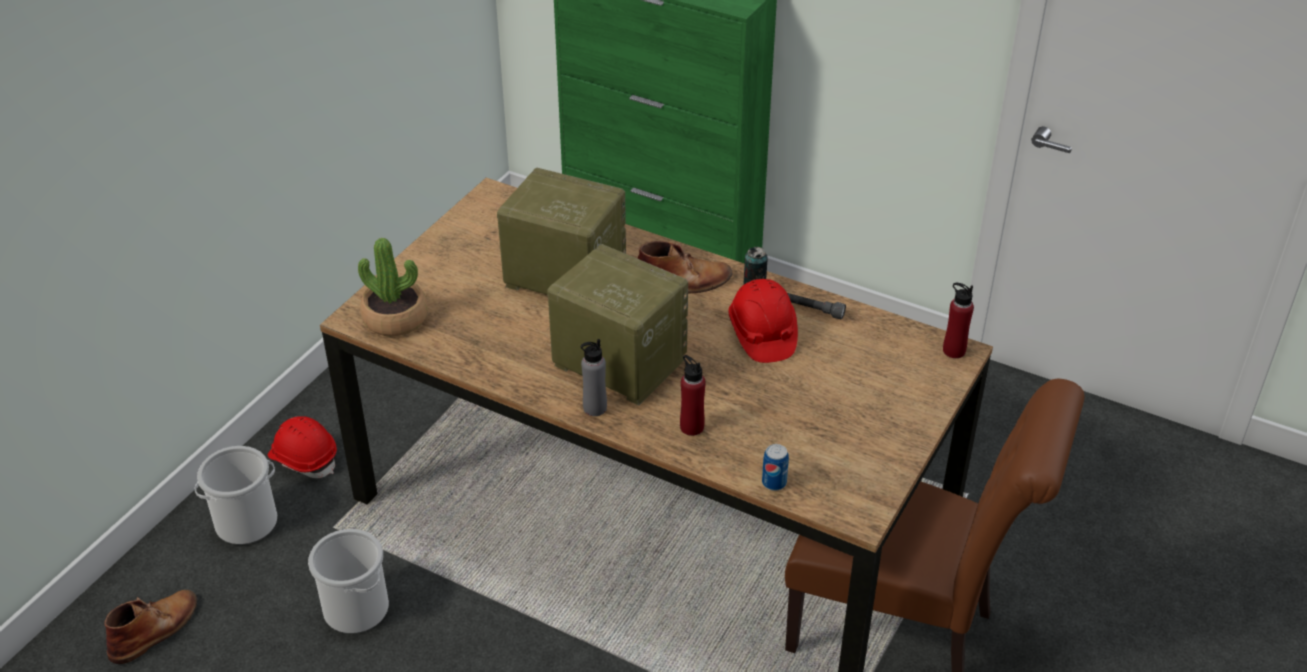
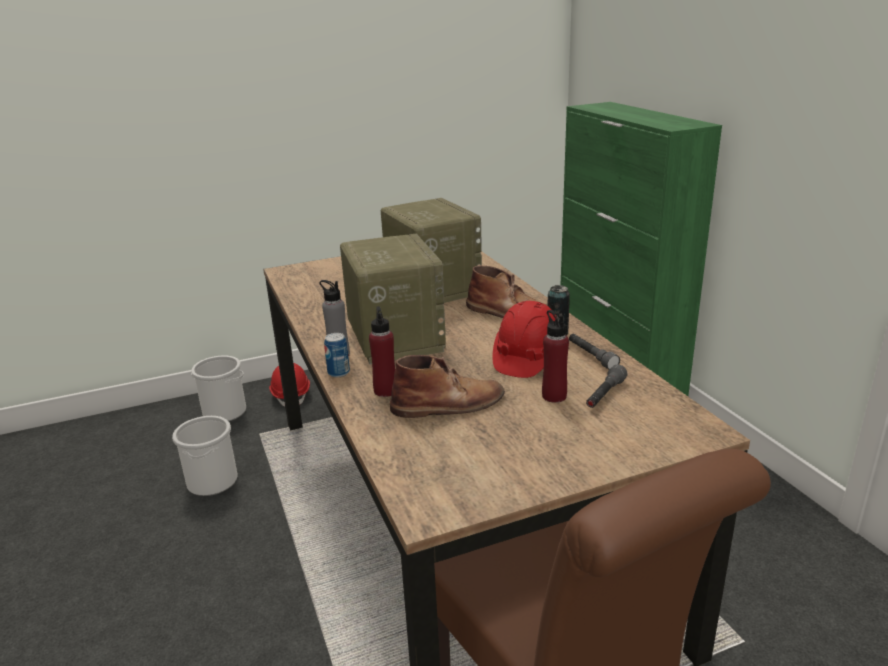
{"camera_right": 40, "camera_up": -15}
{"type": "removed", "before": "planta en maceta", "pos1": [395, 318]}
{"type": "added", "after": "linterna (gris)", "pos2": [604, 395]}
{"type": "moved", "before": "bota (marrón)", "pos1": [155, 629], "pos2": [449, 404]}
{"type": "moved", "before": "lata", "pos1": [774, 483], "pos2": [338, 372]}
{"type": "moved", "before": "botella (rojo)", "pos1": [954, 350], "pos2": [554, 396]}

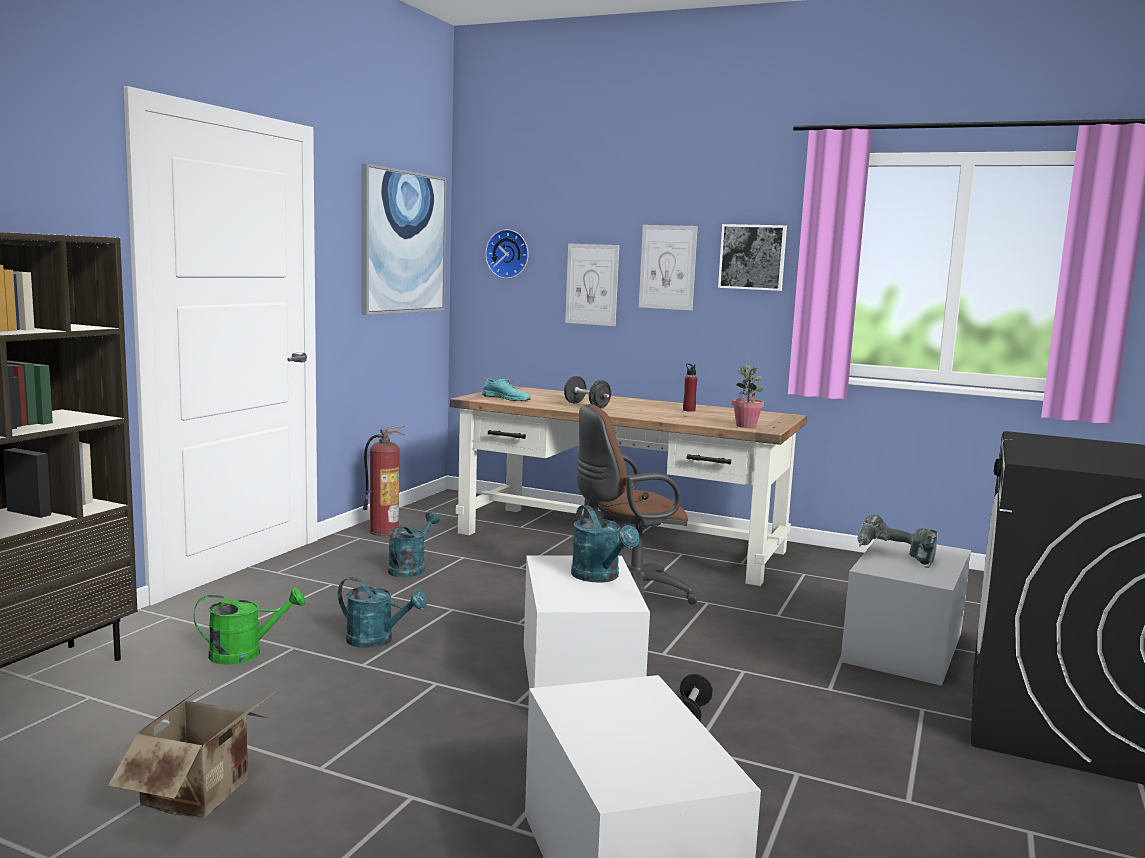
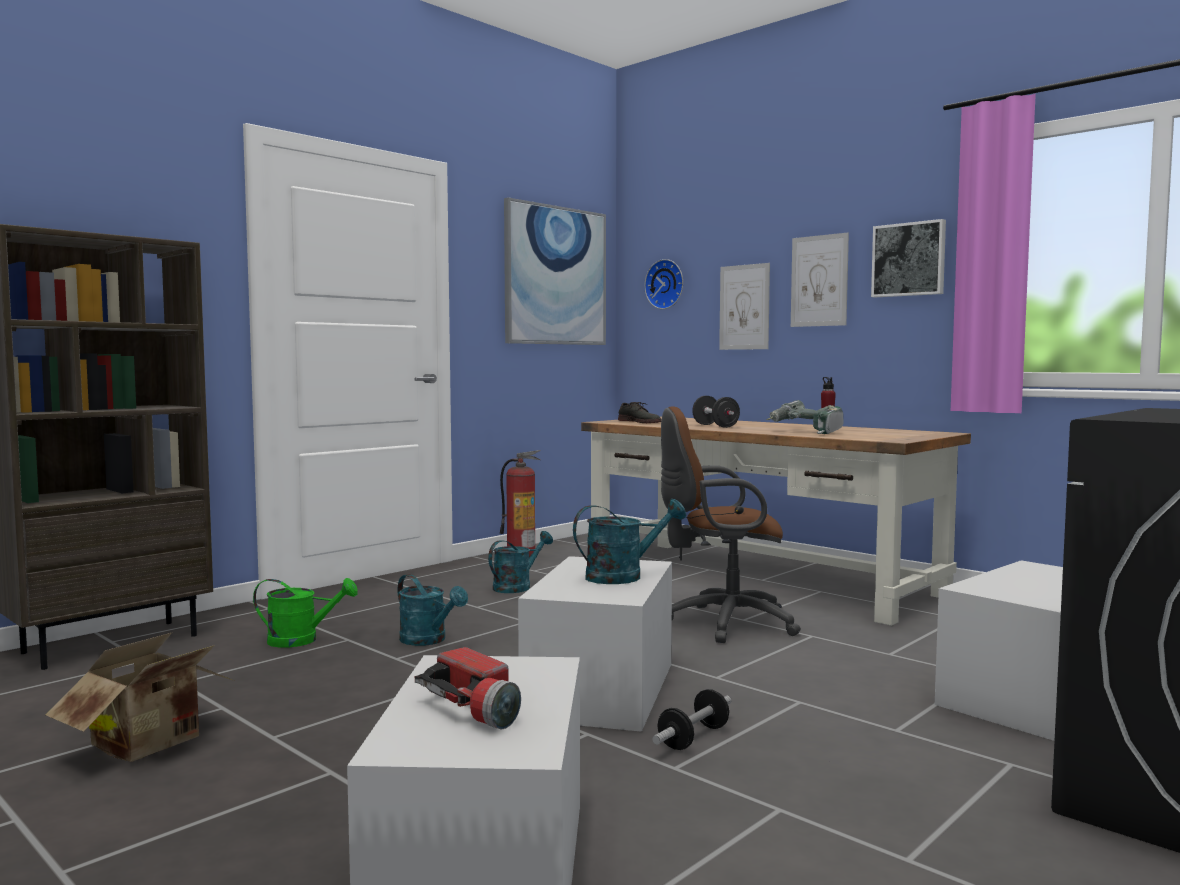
{"camera_right": 20, "camera_up": -5}
{"type": "removed", "before": "planta en maceta", "pos1": [746, 426]}
{"type": "added", "after": "linterna", "pos2": [475, 708]}
{"type": "moved", "before": "taladro", "pos1": [894, 557], "pos2": [804, 432]}
{"type": "recoloured", "before": "zapato (turquesa)", "after": "zapato (gris)", "pos1": [506, 398], "pos2": [640, 422]}
{"type": "turned", "before": "regadera (turquesa)", "pos1": [600, 577], "pos2": [623, 576], "turn": -105}

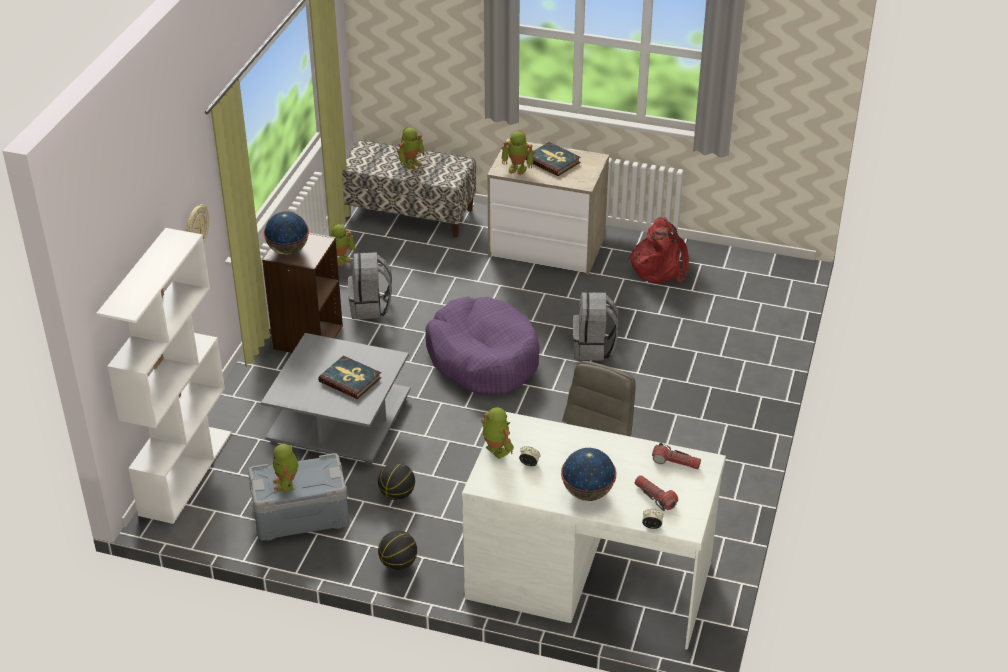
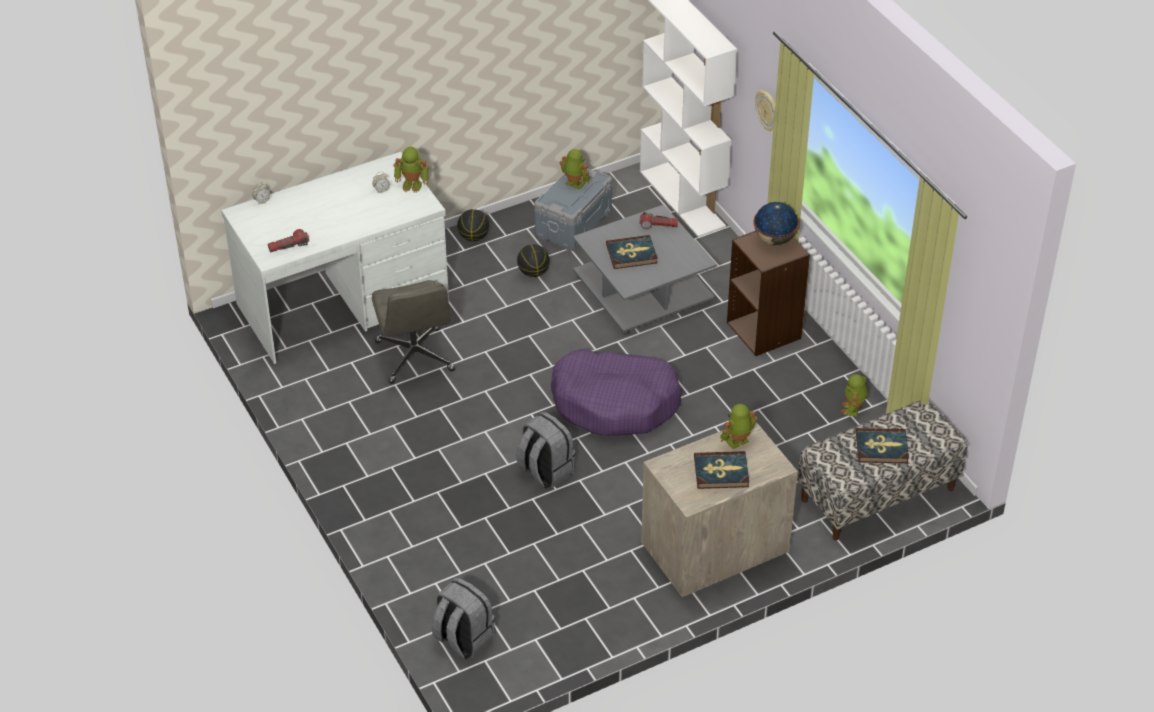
{"camera_right": 135, "camera_up": 5}
{"type": "removed", "before": "globo terráqueo", "pos1": [588, 493]}
{"type": "removed", "before": "mochila (rojo)", "pos1": [659, 267]}
{"type": "moved", "before": "mochila (gris)", "pos1": [370, 307], "pos2": [463, 639]}
{"type": "moved", "before": "linterna", "pos1": [655, 497], "pos2": [658, 225]}
{"type": "replaced", "before": "robot de juguete", "after": "libro", "pos1": [411, 163], "pos2": [881, 448]}

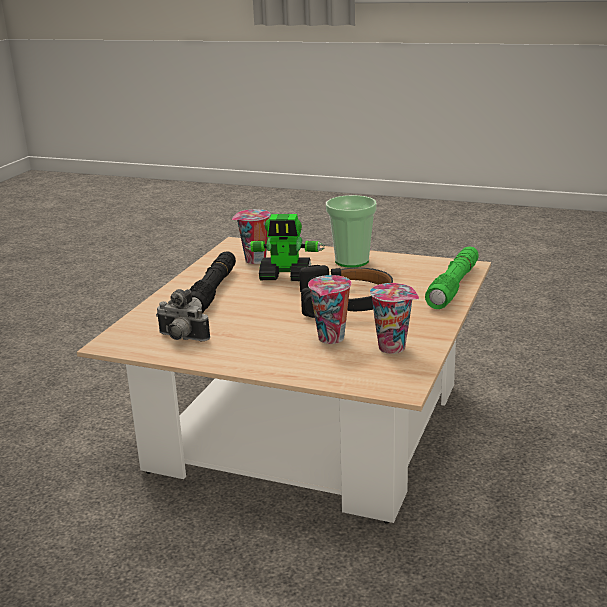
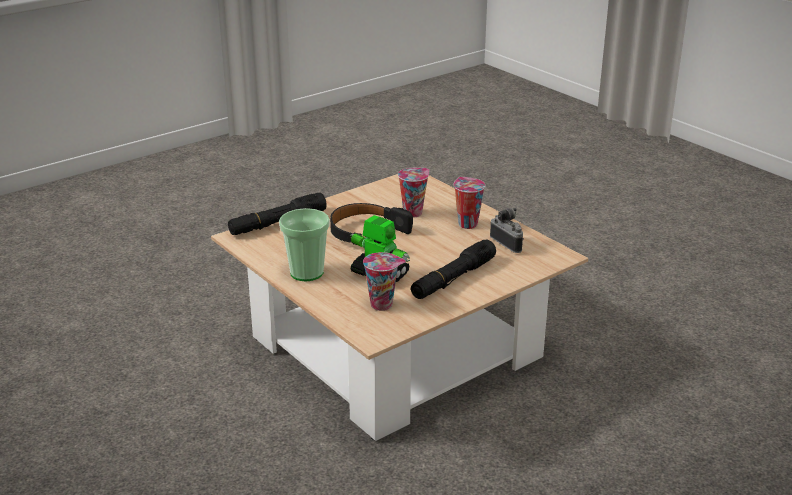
{"camera_right": -150, "camera_up": 5}
{"type": "moved", "before": "taza", "pos1": [394, 348], "pos2": [466, 224]}
{"type": "recoloured", "before": "linterna (verde)", "after": "linterna (negro)", "pos1": [454, 286], "pos2": [277, 223]}

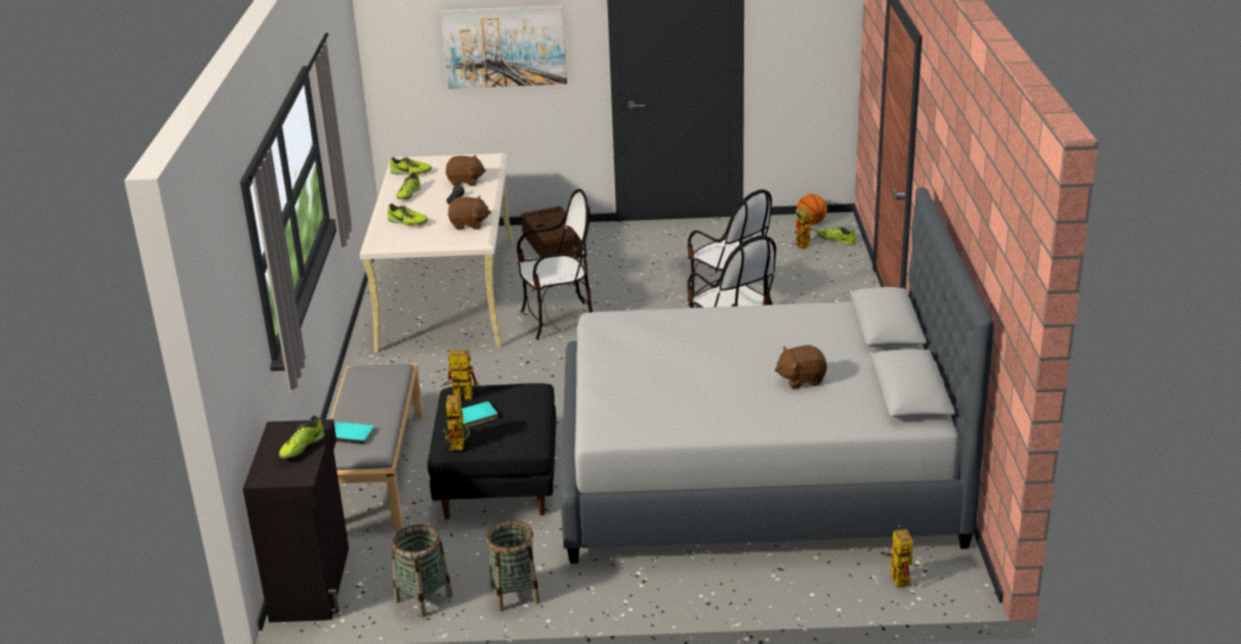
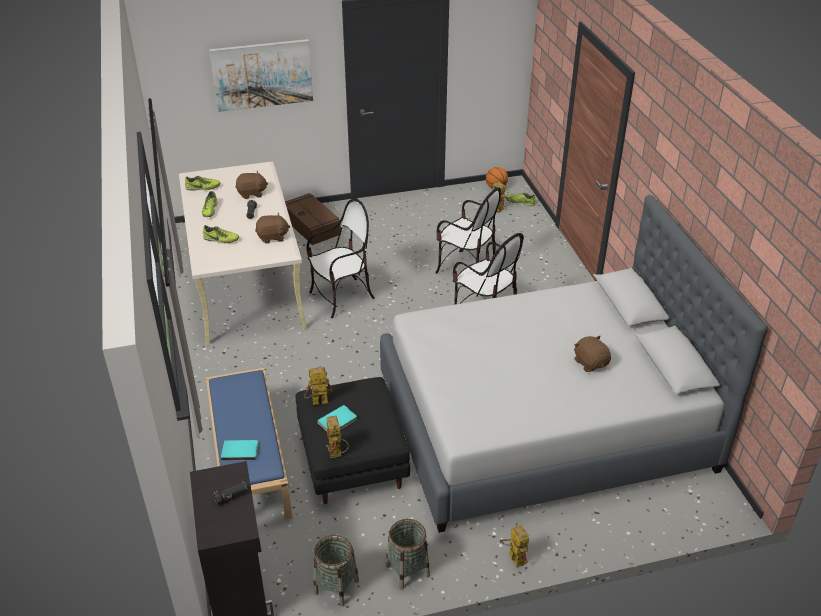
{"camera_right": -15, "camera_up": 10}
{"type": "moved", "before": "robot de juguete", "pos1": [896, 577], "pos2": [514, 557]}
{"type": "replaced", "before": "zapato", "after": "linterna (negro)", "pos1": [301, 447], "pos2": [232, 497]}
{"type": "recoloured", "before": "banco (gris)", "after": "banco (azul)", "pos1": [375, 468], "pos2": [249, 461]}
{"type": "turned", "before": "peluche (marrón)", "pos1": [801, 379], "pos2": [590, 363], "turn": 90}

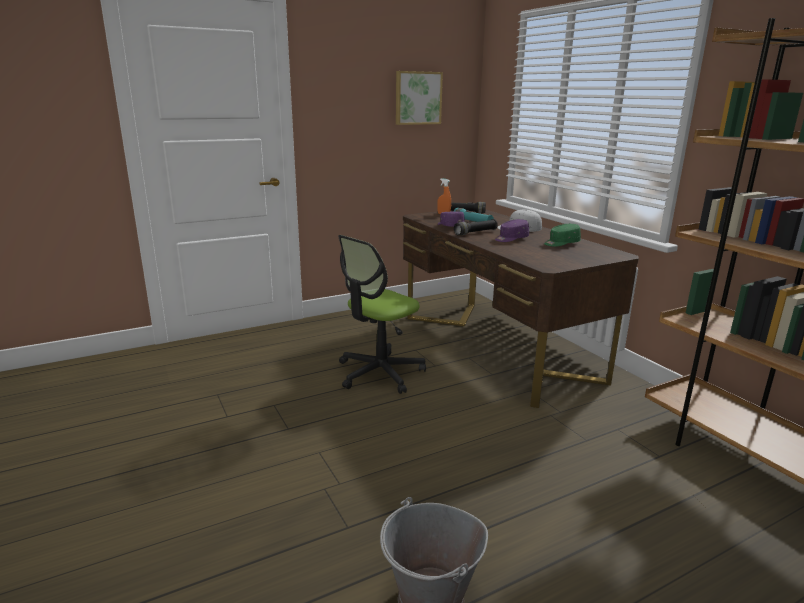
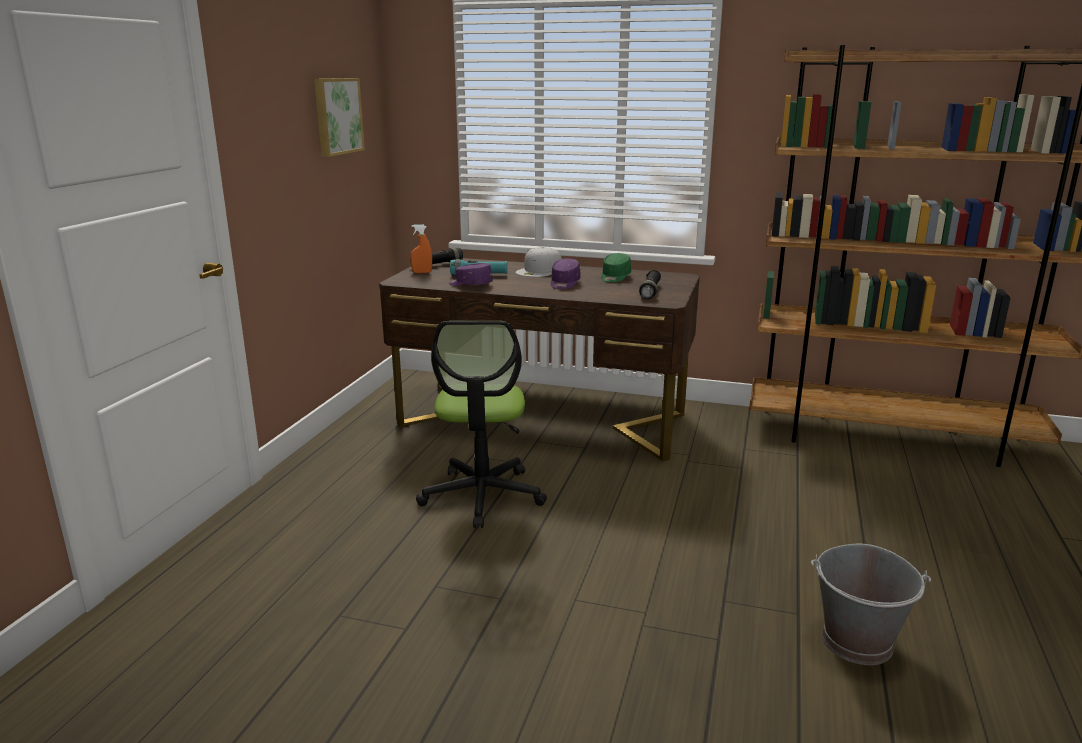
{"camera_right": -45, "camera_up": 0}
{"type": "moved", "before": "linterna (negro)", "pos1": [475, 233], "pos2": [650, 292]}

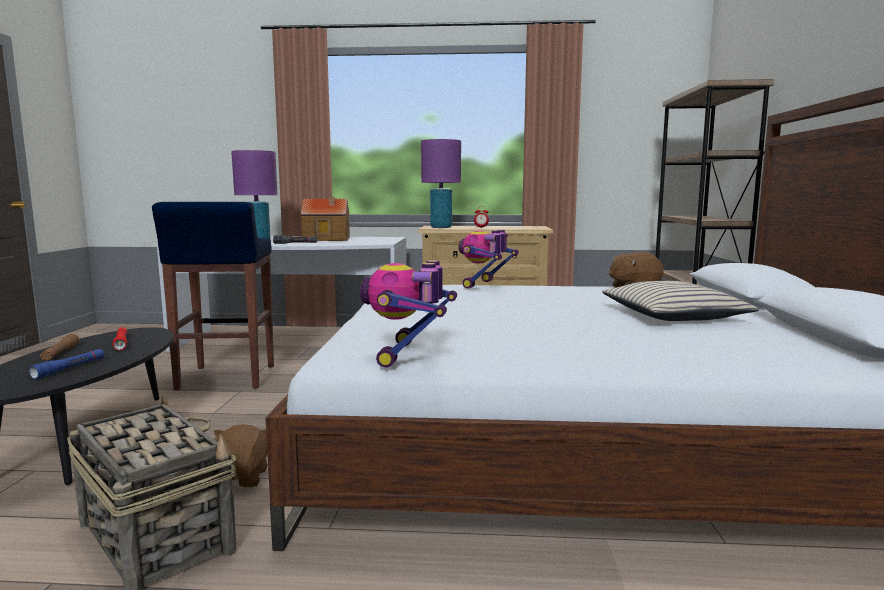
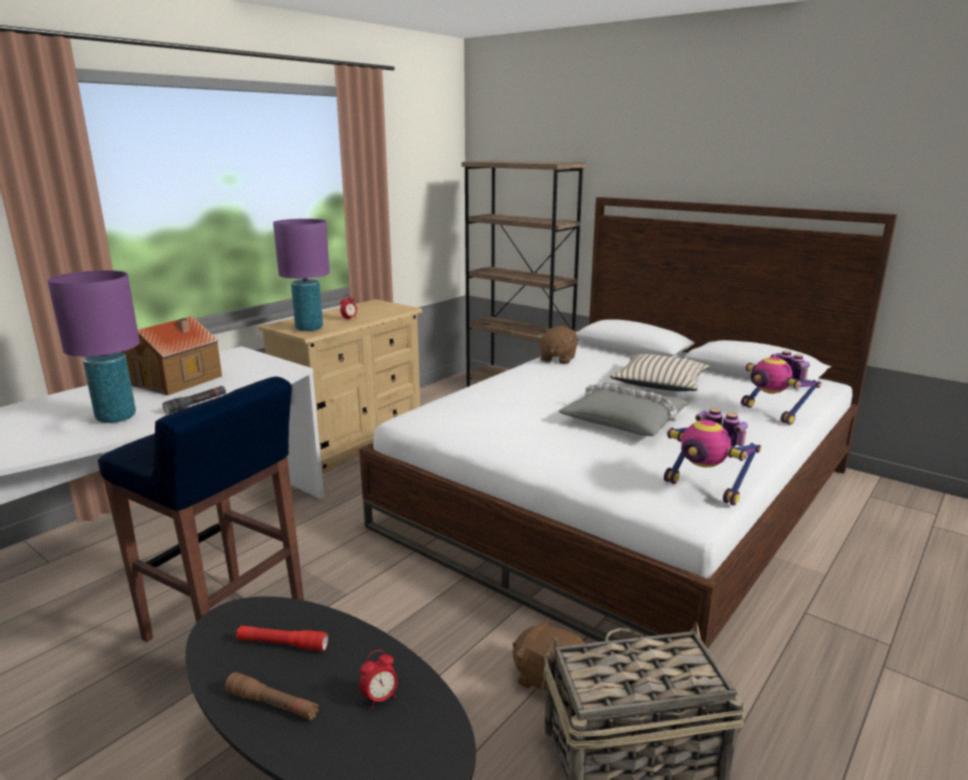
{"camera_right": -55, "camera_up": 10}
{"type": "added", "after": "cojín (gris)", "pos2": [625, 419]}
{"type": "moved", "before": "robot de juguete", "pos1": [485, 285], "pos2": [772, 413]}
{"type": "replaced", "before": "linterna (azul)", "after": "despertador", "pos1": [70, 369], "pos2": [380, 698]}

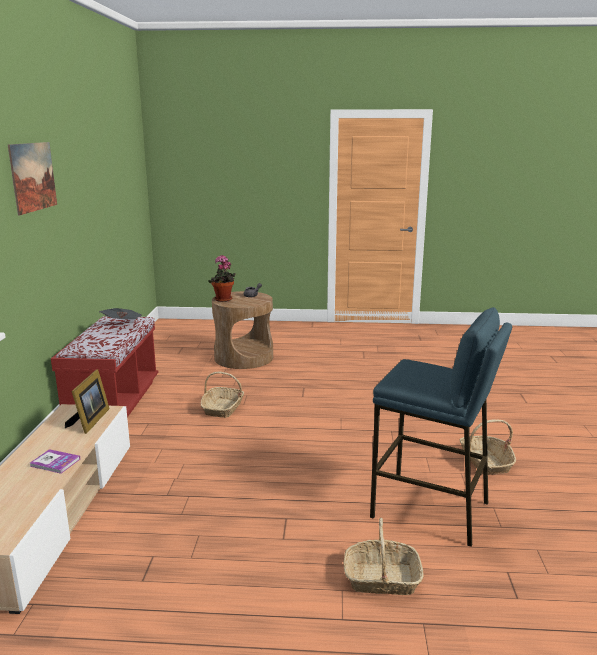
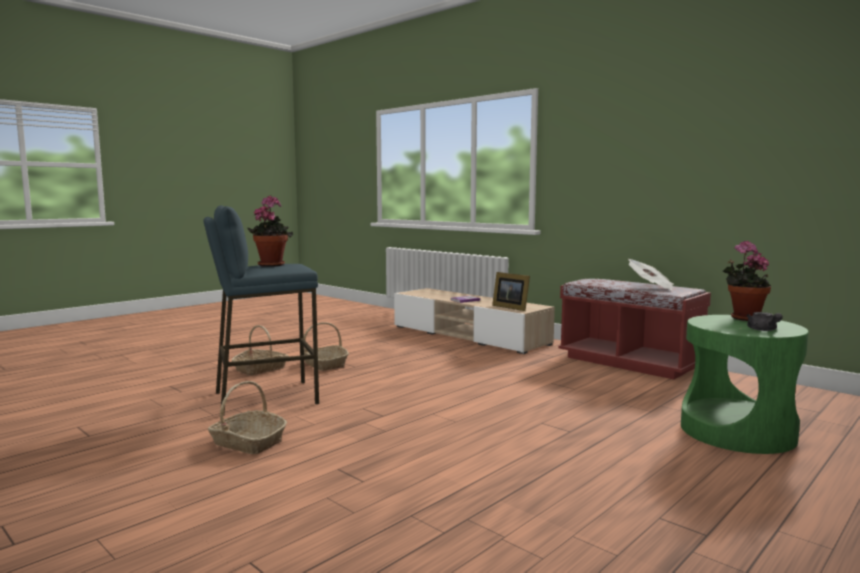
{"camera_right": 130, "camera_up": -10}
{"type": "removed", "before": "cuadro", "pos1": [33, 177]}
{"type": "added", "after": "planta en maceta", "pos2": [272, 264]}
{"type": "moved", "before": "cesta", "pos1": [223, 408], "pos2": [324, 364]}
{"type": "recoloured", "before": "mesa auxiliar (marrón)", "after": "mesa auxiliar (verde)", "pos1": [244, 357], "pos2": [737, 432]}

